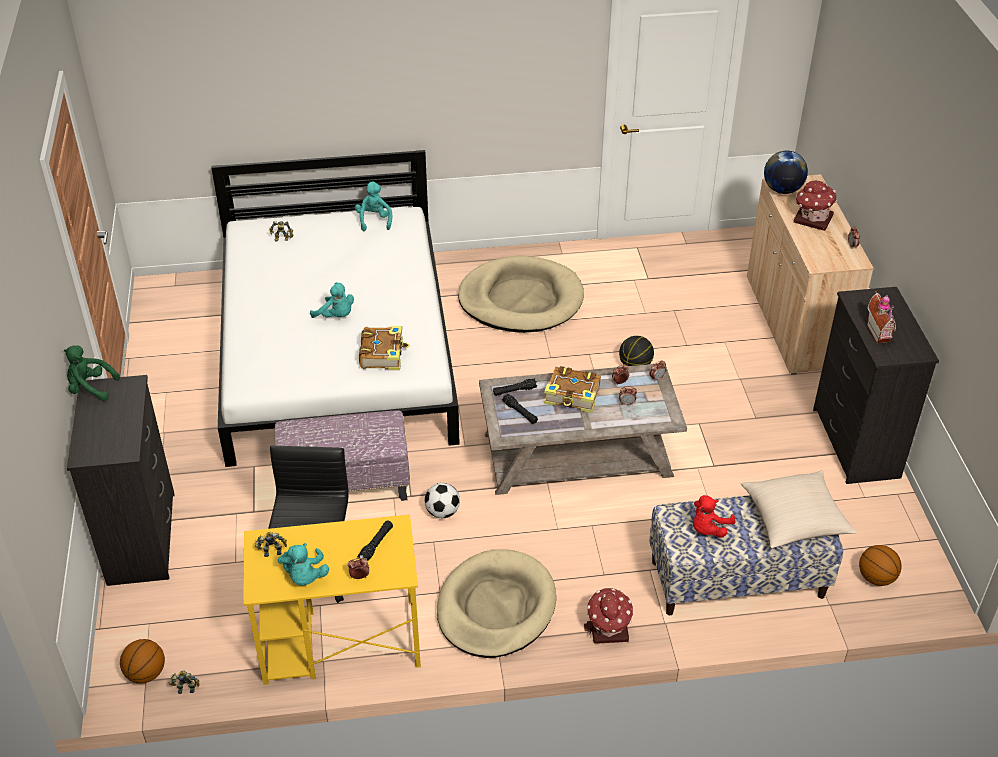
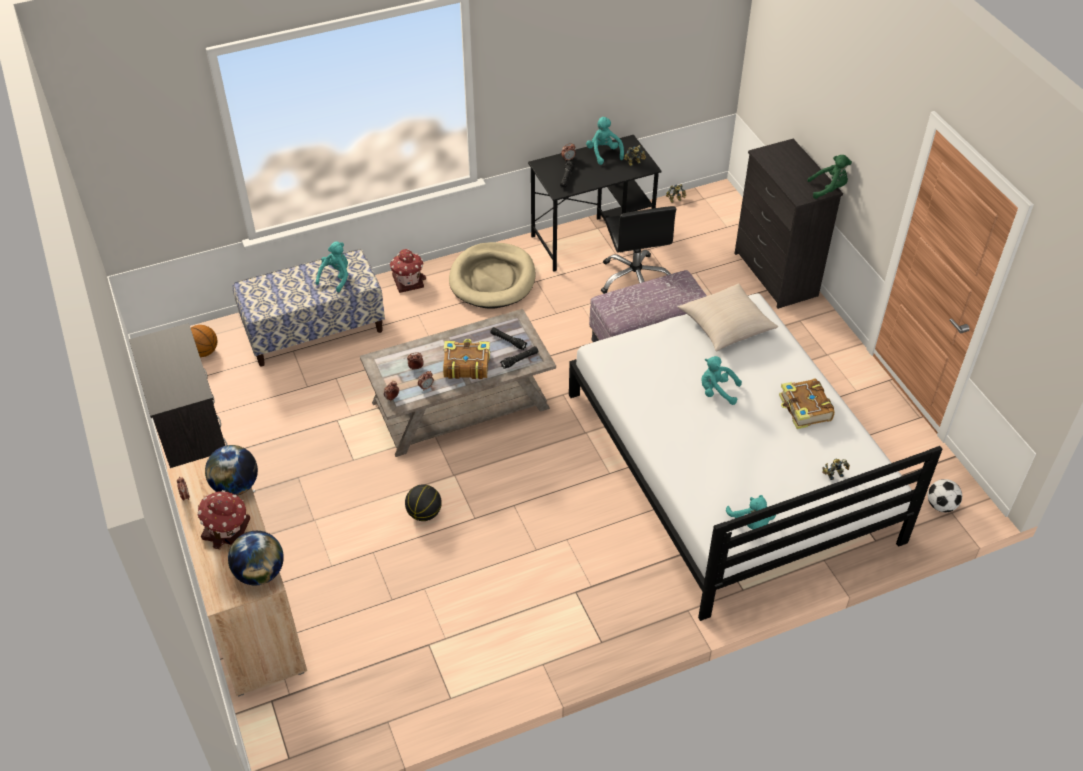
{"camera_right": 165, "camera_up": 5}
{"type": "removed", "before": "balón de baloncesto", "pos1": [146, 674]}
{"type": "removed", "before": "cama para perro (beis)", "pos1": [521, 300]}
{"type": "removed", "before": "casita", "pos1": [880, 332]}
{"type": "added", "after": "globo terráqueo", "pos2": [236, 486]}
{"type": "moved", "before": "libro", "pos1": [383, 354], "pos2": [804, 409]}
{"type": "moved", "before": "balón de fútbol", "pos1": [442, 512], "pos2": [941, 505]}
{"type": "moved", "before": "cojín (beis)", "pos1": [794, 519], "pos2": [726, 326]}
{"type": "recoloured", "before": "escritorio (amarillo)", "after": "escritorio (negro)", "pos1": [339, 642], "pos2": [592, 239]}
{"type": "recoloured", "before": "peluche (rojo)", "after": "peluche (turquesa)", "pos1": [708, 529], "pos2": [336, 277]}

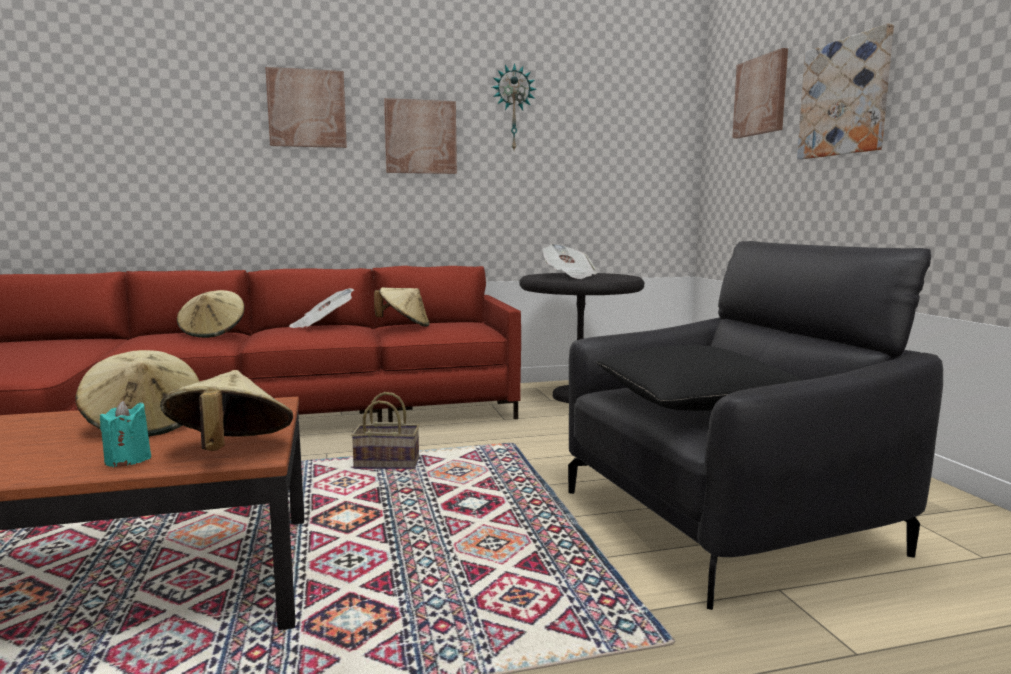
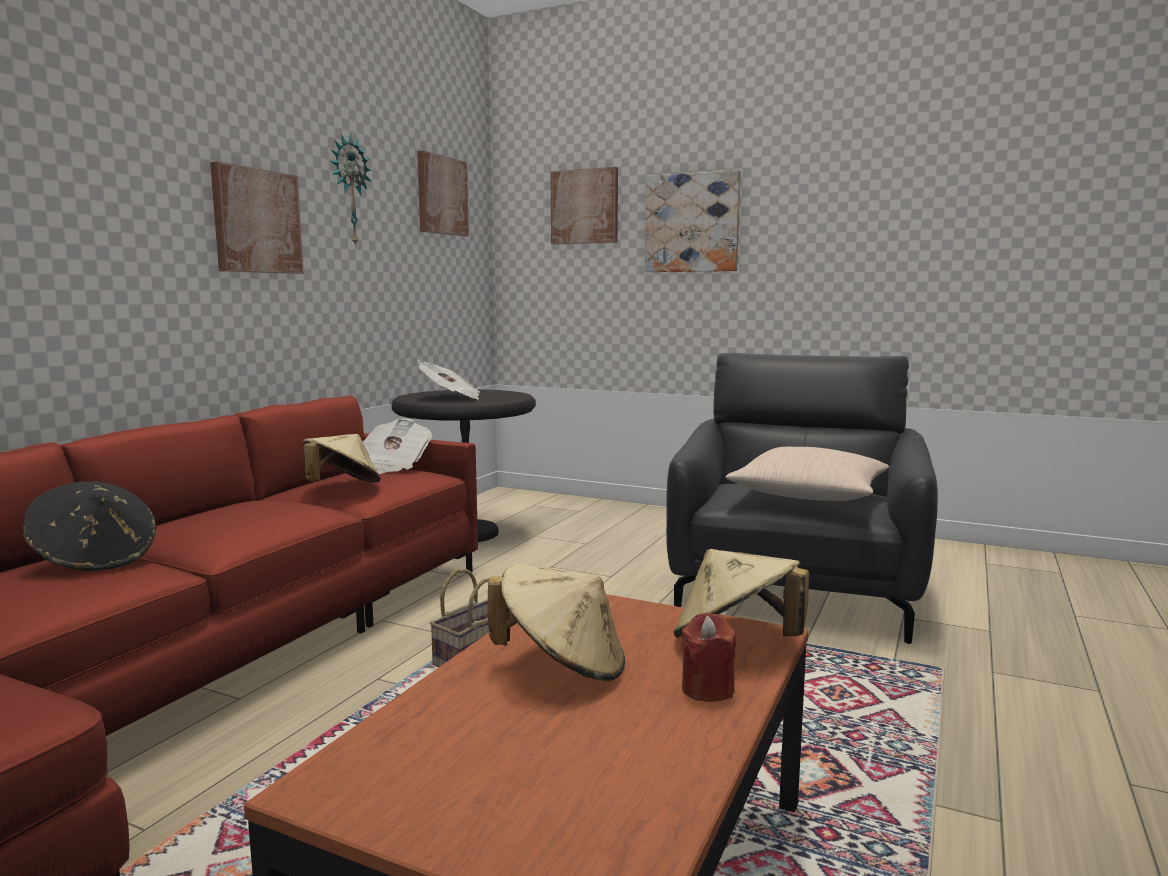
{"camera_right": -50, "camera_up": 0}
{"type": "moved", "before": "cuadro", "pos1": [307, 109], "pos2": [441, 195]}
{"type": "moved", "before": "periódico", "pos1": [322, 325], "pos2": [393, 466]}
{"type": "recoloured", "before": "vela (turquesa)", "after": "vela (rojo)", "pos1": [128, 460], "pos2": [707, 689]}
{"type": "recoloured", "before": "sombrero (beis)", "after": "sombrero (negro)", "pos1": [213, 333], "pos2": [95, 559]}
{"type": "recoloured", "before": "cojín (negro)", "after": "cojín (beis)", "pos1": [697, 403], "pos2": [809, 494]}

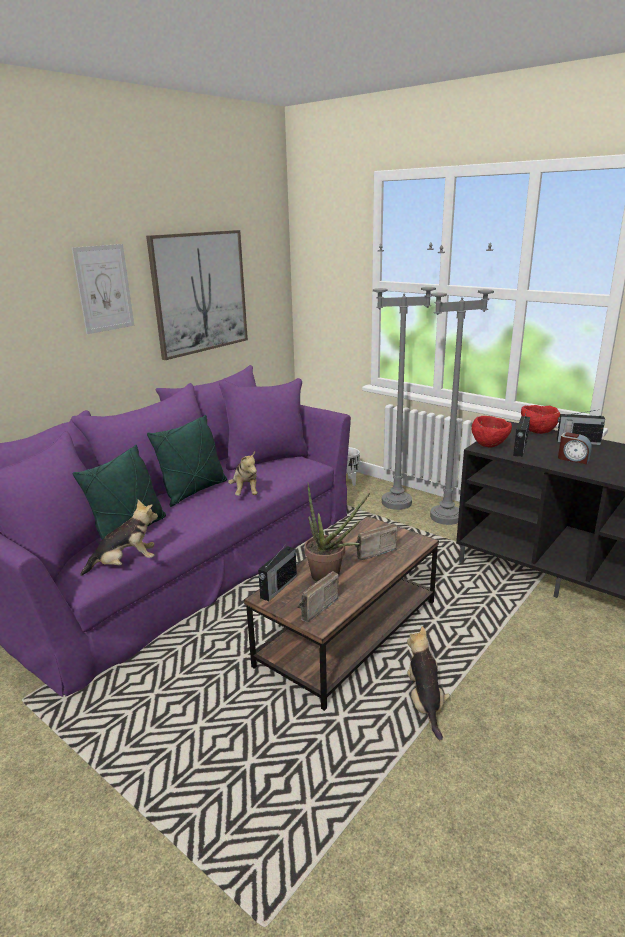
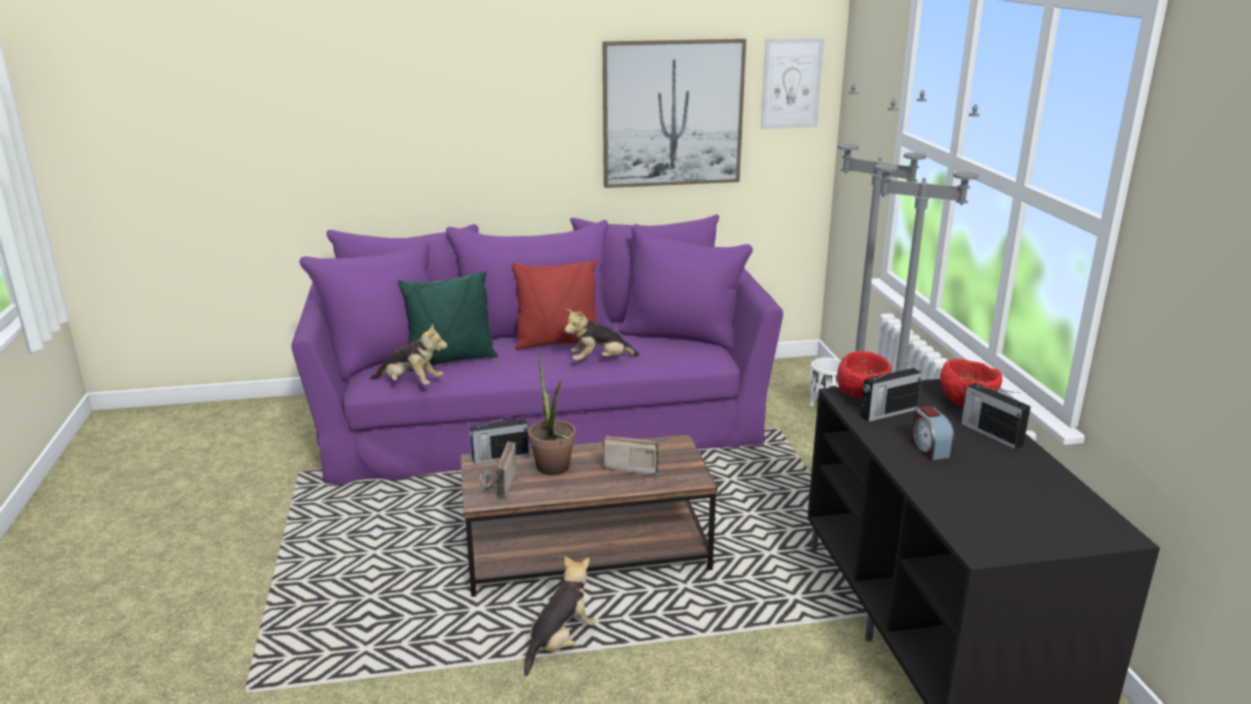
{"camera_right": 40, "camera_up": 0}
{"type": "moved", "before": "cuadro", "pos1": [104, 288], "pos2": [791, 83]}
{"type": "recoloured", "before": "cojín (verde)", "after": "cojín (rojo)", "pos1": [194, 491], "pos2": [557, 343]}
{"type": "turned", "before": "peluche", "pos1": [246, 492], "pos2": [599, 361], "turn": 45}
{"type": "turned", "before": "radio", "pos1": [313, 608], "pos2": [497, 486], "turn": -75}

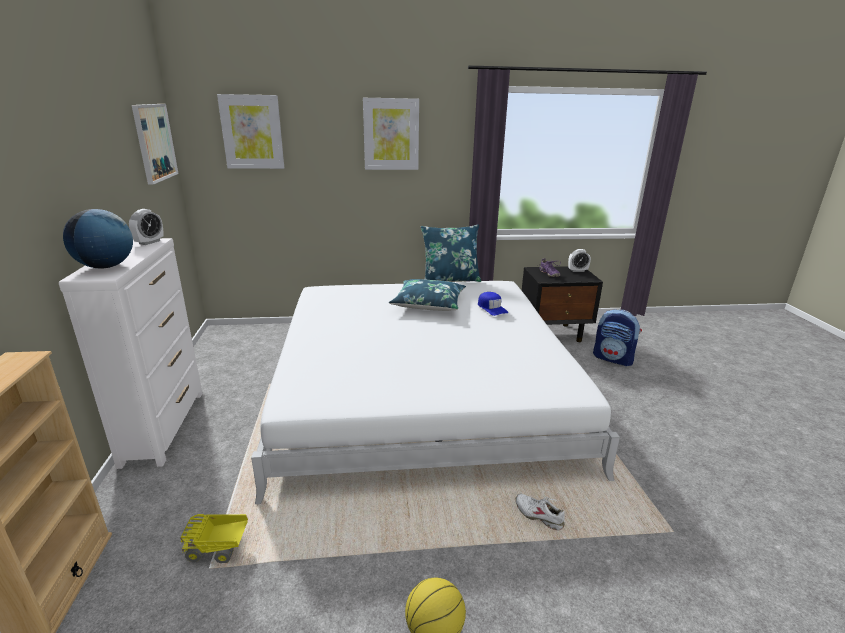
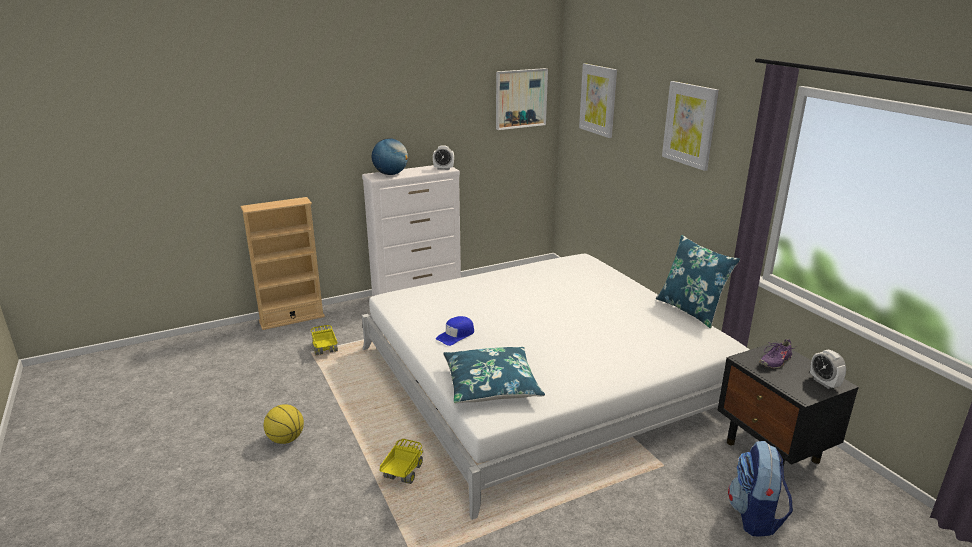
{"camera_right": 70, "camera_up": 0}
{"type": "moved", "before": "cojín (azul)", "pos1": [428, 303], "pos2": [491, 385]}
{"type": "moved", "before": "gorra (azul)", "pos1": [491, 308], "pos2": [456, 335]}
{"type": "replaced", "before": "zapato (blanco)", "after": "camión de juguete", "pos1": [539, 515], "pos2": [403, 473]}

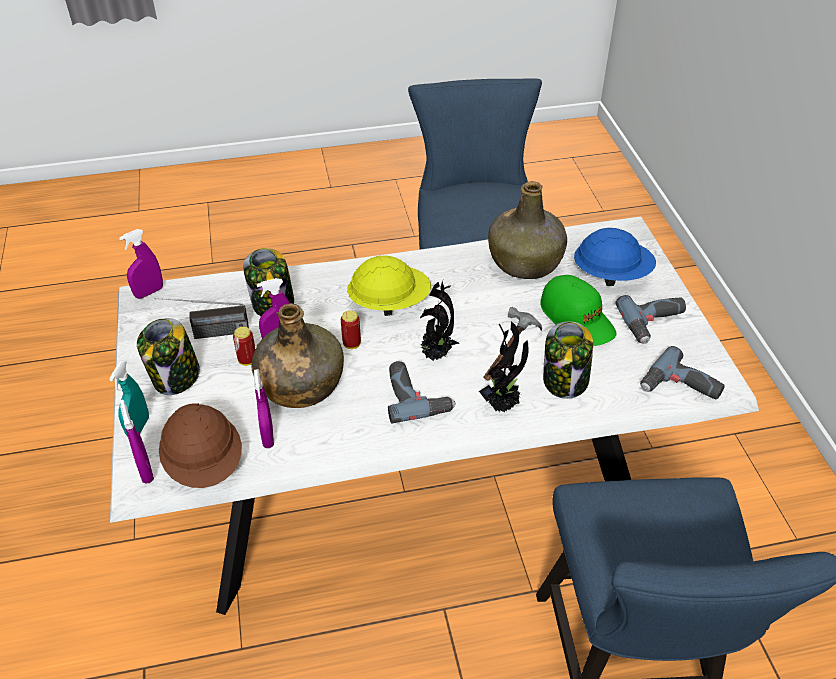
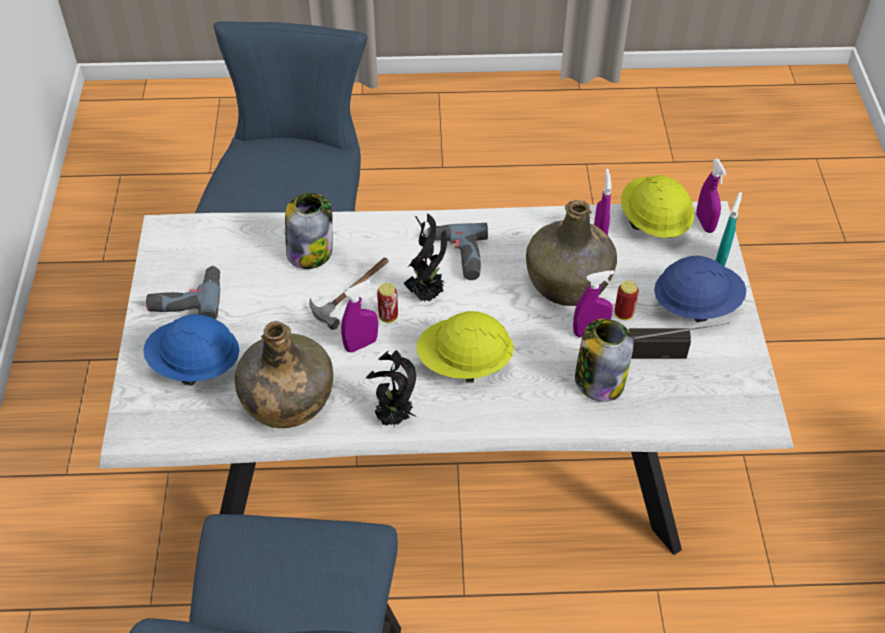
{"camera_right": -170, "camera_up": 5}
{"type": "removed", "before": "gorra (verde)", "pos1": [577, 318]}
{"type": "removed", "before": "taladro", "pos1": [680, 388]}
{"type": "moved", "before": "pulverizador (morado)", "pos1": [149, 292], "pos2": [361, 344]}
{"type": "moved", "before": "lata", "pos1": [351, 344], "pos2": [388, 316]}
{"type": "moved", "before": "planta en maceta", "pos1": [502, 404], "pos2": [393, 419]}
{"type": "replaced", "before": "tarro", "after": "casco (azul)", "pos1": [176, 378], "pos2": [695, 305]}
{"type": "recoloured", "before": "casco (marrón)", "after": "casco (amarillo)", "pos1": [205, 463], "pos2": [653, 222]}

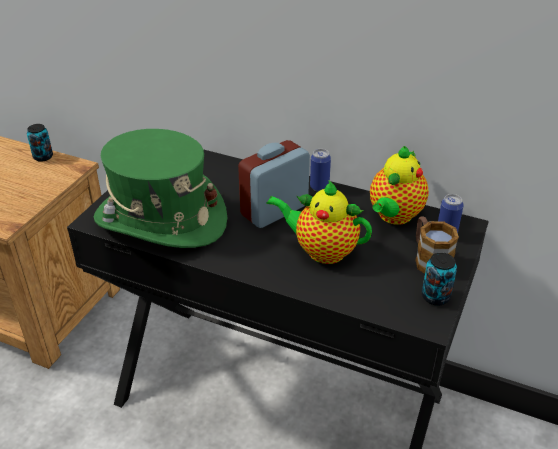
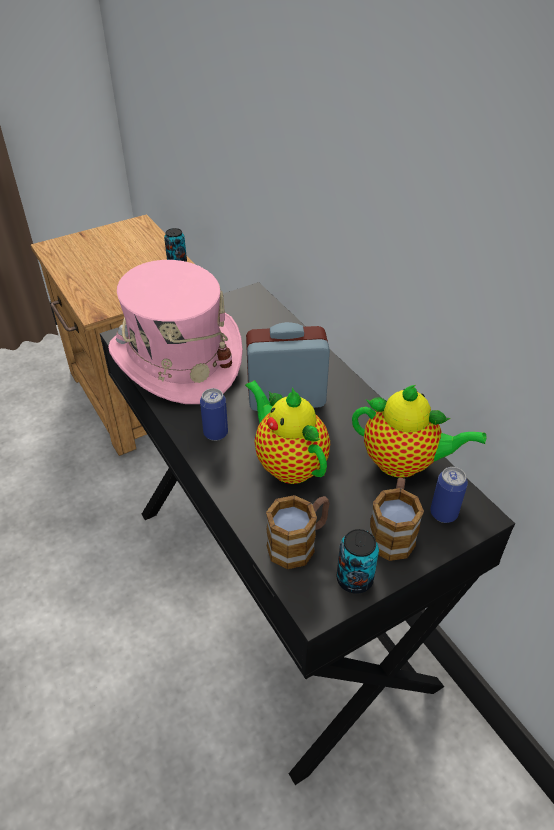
{"camera_right": 35, "camera_up": 5}
{"type": "added", "after": "taza grande", "pos2": [299, 543]}
{"type": "moved", "before": "lata", "pos1": [319, 187], "pos2": [215, 433]}
{"type": "recoloured", "before": "sombrero (verde)", "after": "sombrero (rosa)", "pos1": [160, 219], "pos2": [177, 360]}
{"type": "turned", "before": "tetera", "pos1": [394, 216], "pos2": [404, 463], "turn": -135}

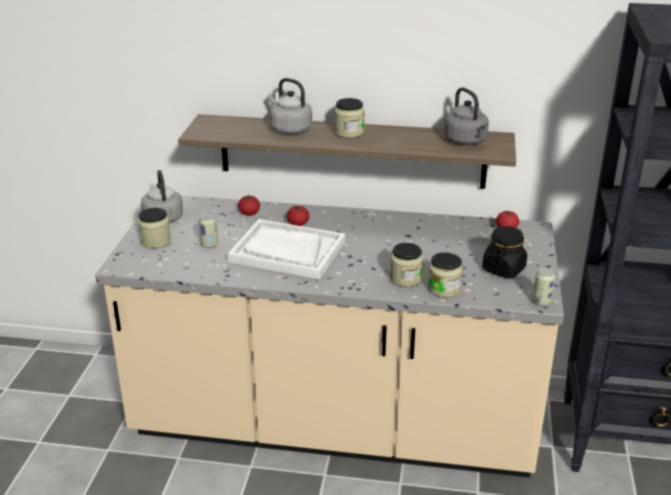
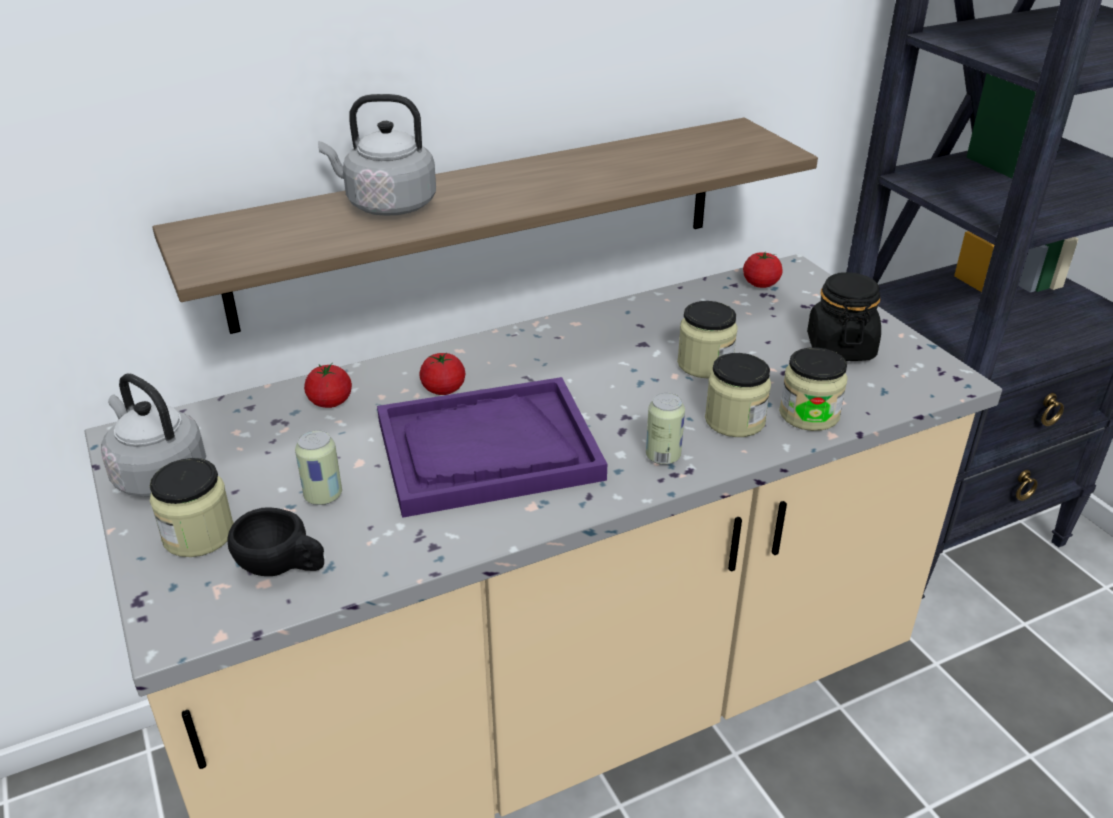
{"camera_right": -35, "camera_up": 5}
{"type": "removed", "before": "hervidor (gris)", "pos1": [466, 141]}
{"type": "added", "after": "taza (negro)", "pos2": [283, 567]}
{"type": "moved", "before": "tarro", "pos1": [349, 132], "pos2": [705, 364]}
{"type": "moved", "before": "lata", "pos1": [541, 301], "pos2": [663, 456]}
{"type": "recoloured", "before": "bandeja (blanco)", "after": "bandeja (morado)", "pos1": [287, 251], "pos2": [487, 450]}

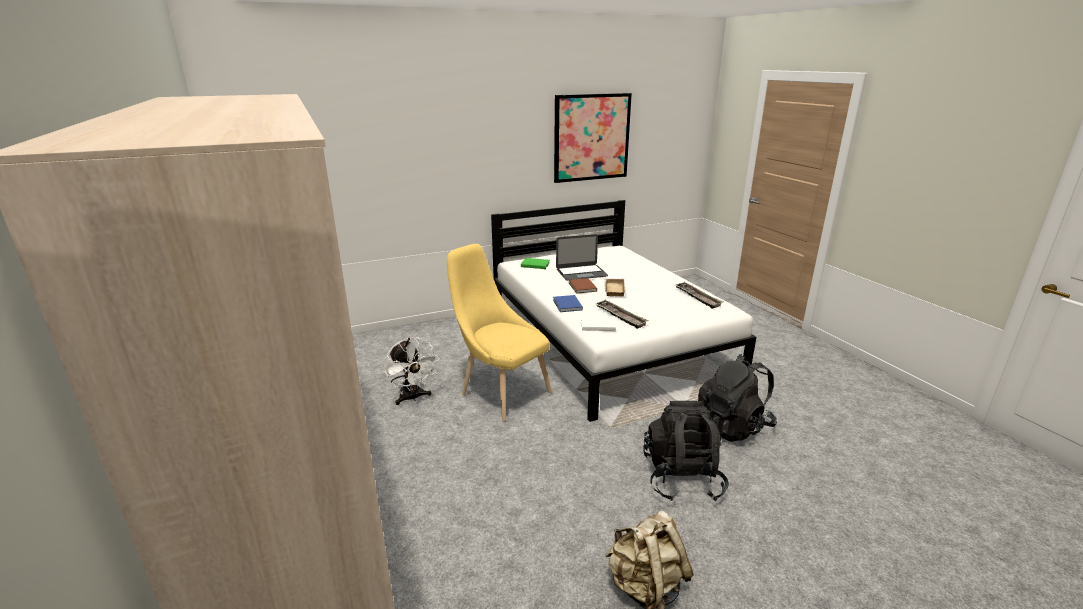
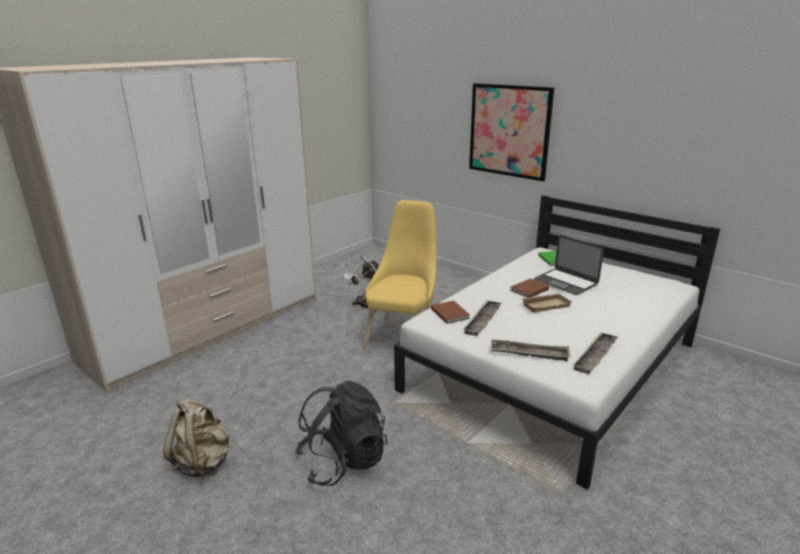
{"camera_right": 65, "camera_up": 0}
{"type": "removed", "before": "libro (azul)", "pos1": [567, 305]}
{"type": "removed", "before": "mochila (negro)", "pos1": [733, 426]}
{"type": "added", "after": "bandeja", "pos2": [529, 354]}
{"type": "moved", "before": "cuadro", "pos1": [591, 137], "pos2": [509, 131]}
{"type": "recoloured", "before": "libro (blanco)", "after": "libro (marrón)", "pos1": [597, 325], "pos2": [450, 313]}

